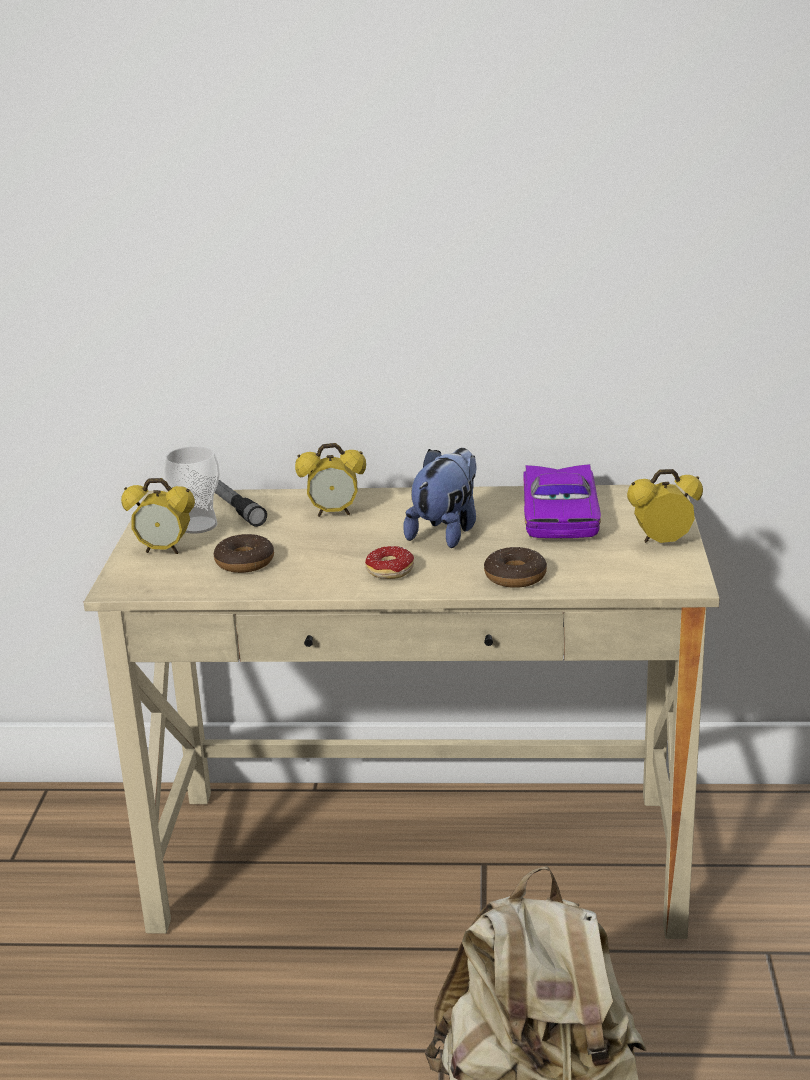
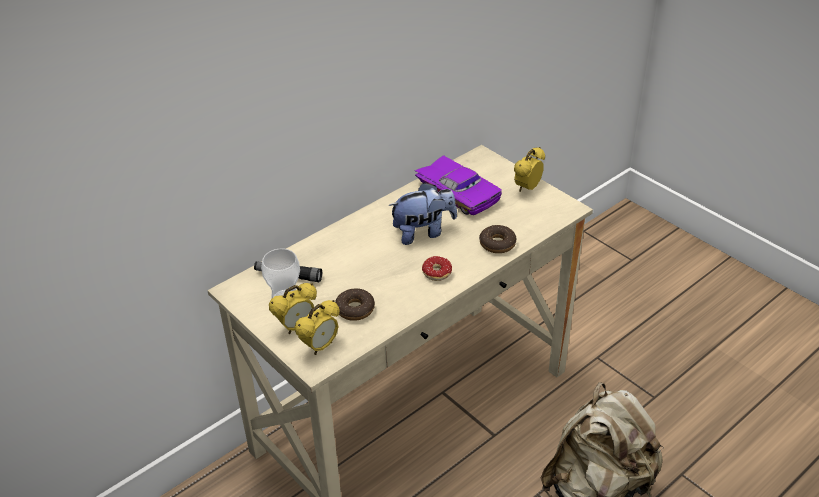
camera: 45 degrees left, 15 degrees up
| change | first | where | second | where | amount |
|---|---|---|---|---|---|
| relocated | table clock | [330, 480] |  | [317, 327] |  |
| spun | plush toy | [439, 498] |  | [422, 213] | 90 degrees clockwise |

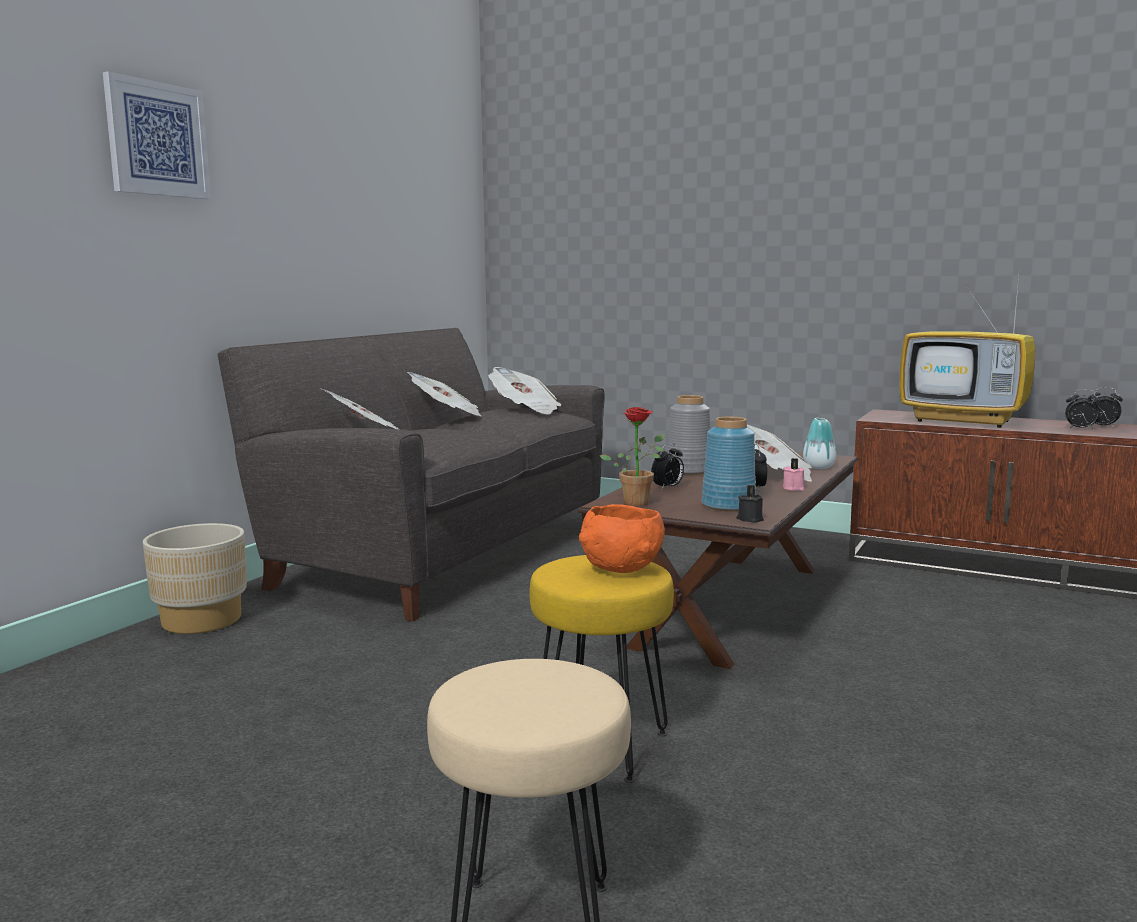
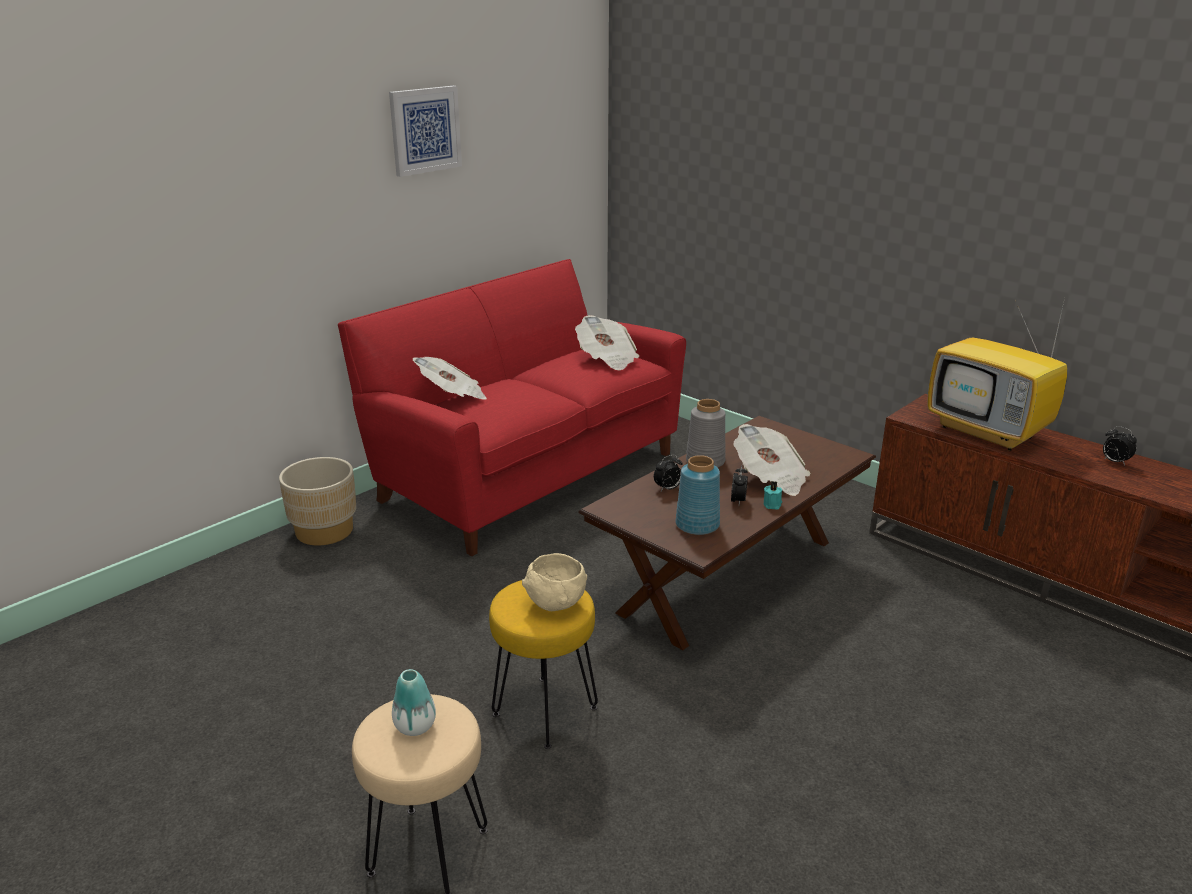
camera: 15 degrees right, 15 degrees up
| change | first | where | second | where | amount |
|---|---|---|---|---|---|
| missing | newspaper | [444, 394] |  |  |  |
| missing | potted plant | [632, 456] |  |  |  |
| missing | candle/black | [750, 504] |  |  |  |
| missing | table clock | [1083, 409] |  |  |  |
| relocated | picture | [157, 135] |  | [425, 131] |  |
| relocated | flower vase | [819, 443] |  | [414, 702] |  |
| colour | settee/greyish | [411, 475] | settee/red | [512, 407] |  |
| colour | deep dish/orangey | [622, 538] | deep dish/sand-coloured | [554, 582] |  |
| colour | candle/pink-coloured | [793, 474] | candle/turquoise | [773, 495] |  |

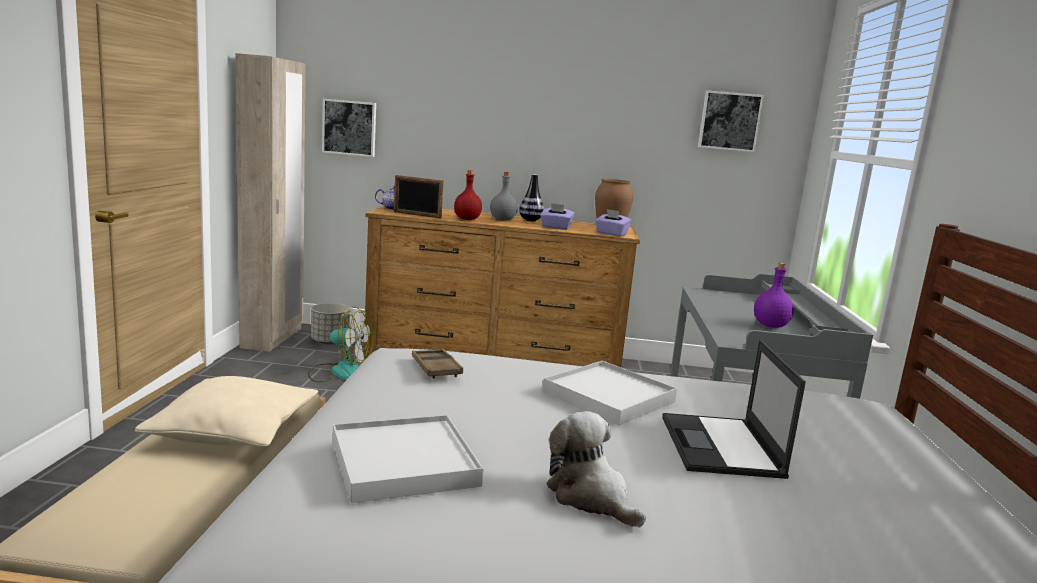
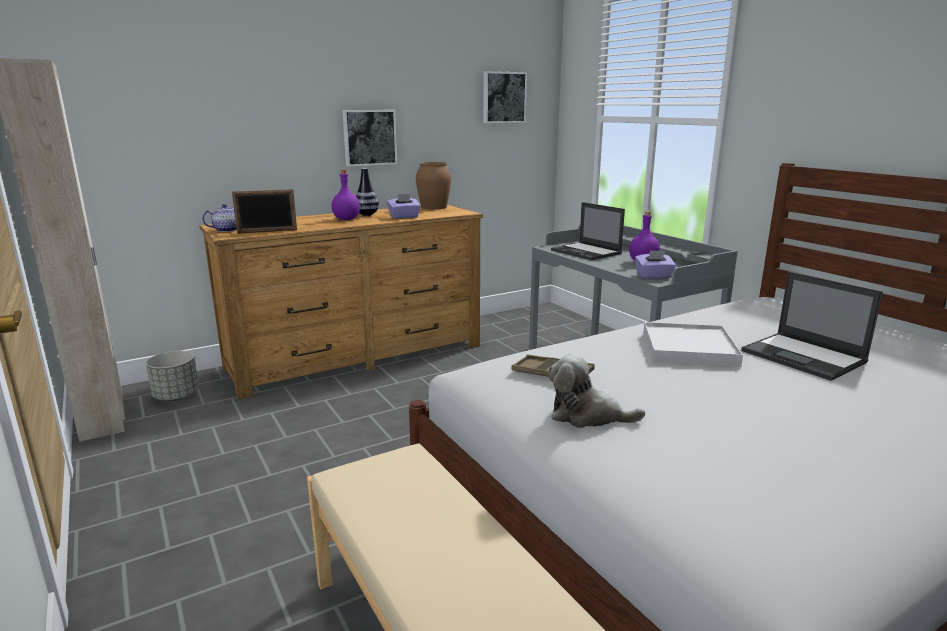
camera: 35 degrees left, 5 degrees up
| change | first | where | second | where | amount |
|---|---|---|---|---|---|
| missing | cushion/sand-coloured | [226, 411] |  |  |  |
| missing | cooling fan | [340, 344] |  |  |  |
| missing | carrying tray/whitish | [408, 459] |  |  |  |
| missing | drink bottle/red | [468, 195] |  |  |  |
| appeared |  |  | portable computer | [588, 231] |  |
| relocated | picture | [349, 128] |  | [369, 138] |  |
| relocated | plush toy | [596, 469] |  | [596, 390] |  |
| relocated | box of tissues/purplish | [613, 222] |  | [655, 264] |  |
| colour | drink bottle/greyish | [504, 196] | drink bottle/purplish | [345, 195] |  |

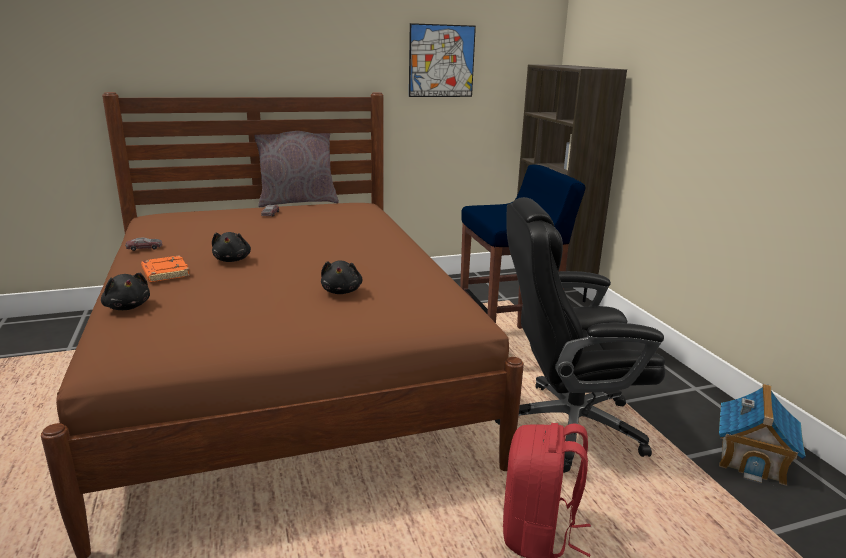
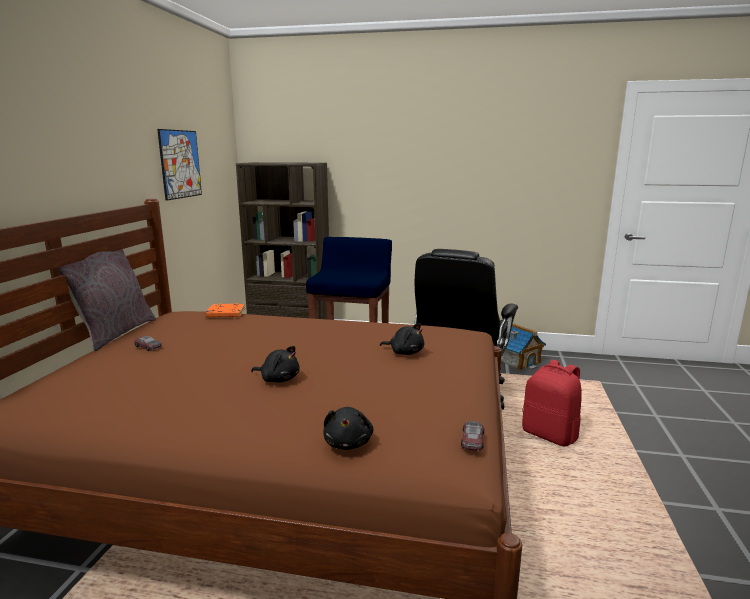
camera: 60 degrees left, 5 degrees down
| change | first | where | second | where | amount |
|---|---|---|---|---|---|
| relocated | model car | [144, 244] |  | [472, 436] |  |
| relocated | book/orangey | [165, 268] |  | [225, 310] |  |
| spun | plush toy/black | [125, 291] |  | [348, 428] | 105 degrees clockwise |

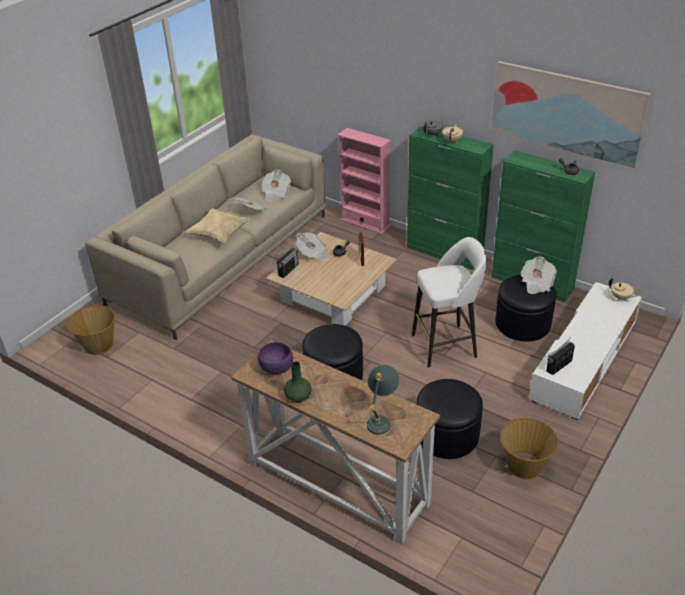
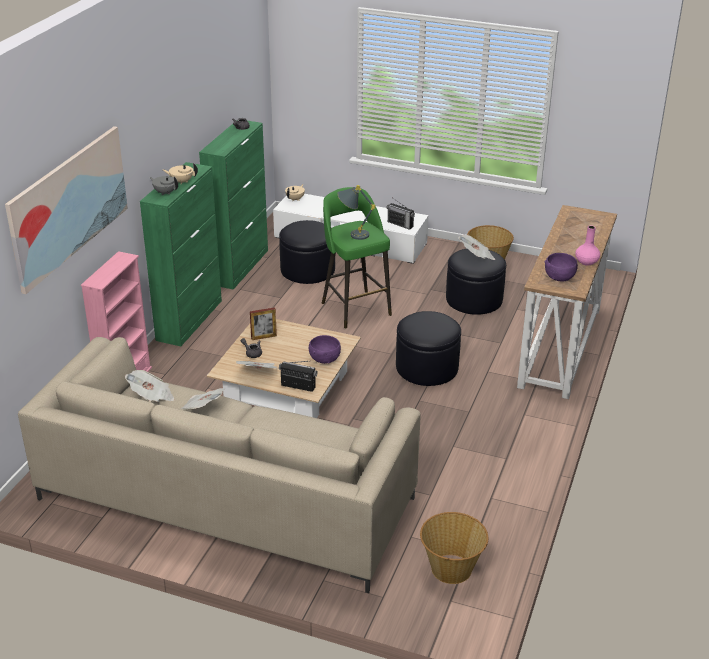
camera: 105 degrees left, 5 degrees down
| change | first | where | second | where | amount |
|---|---|---|---|---|---|
| missing | cushion/sand-coloured | [217, 225] |  |  |  |
| appeared |  |  | deep dish/purplish | [325, 349] |  |
| relocated | table lamp/greyish | [383, 400] |  | [356, 212] |  |
| relocated | picture | [571, 114] |  | [66, 210] |  |
| relocated | newspaper | [539, 275] |  | [476, 247] |  |
| colour | flower vase/green-coloured | [298, 381] | flower vase/pink-coloured | [587, 246] |  |
| colour | sitting stool/whitish | [449, 302] | sitting stool/green-coloured | [357, 257] |  |

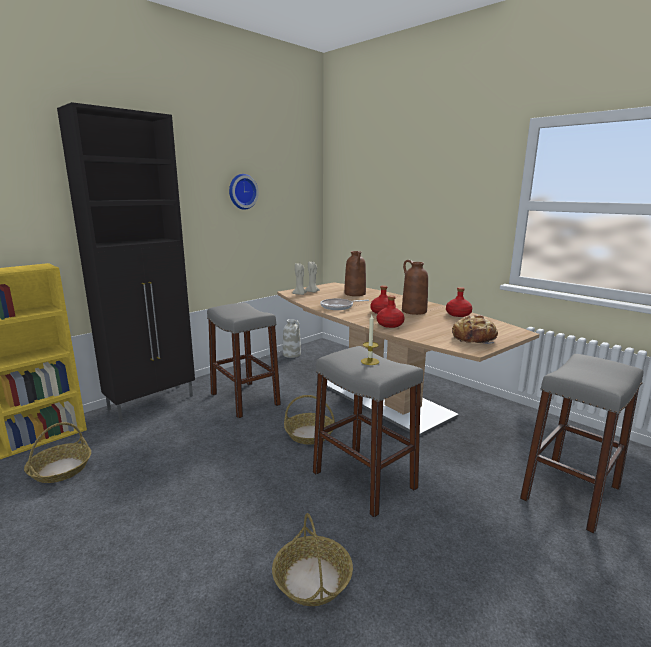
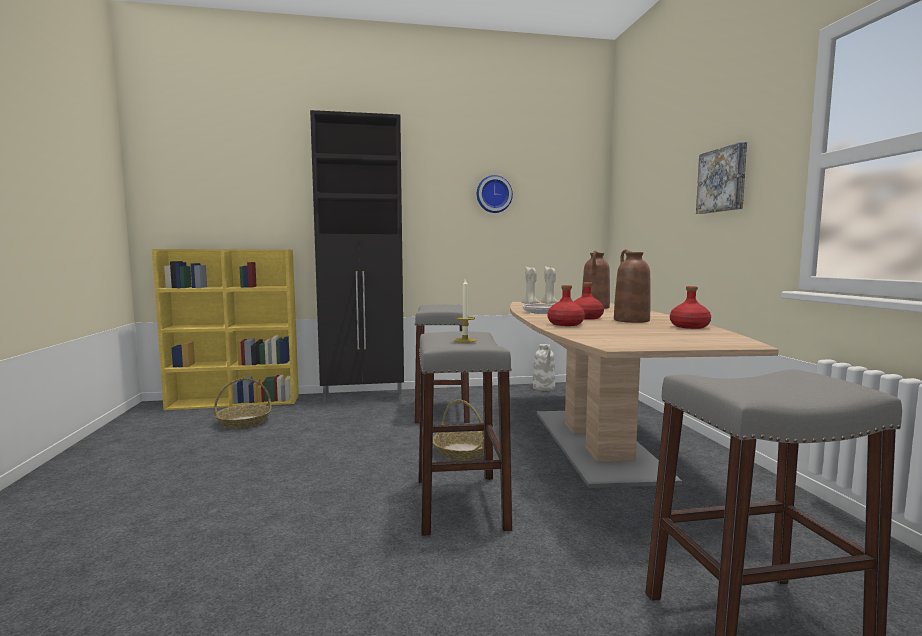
camera: 35 degrees right, 10 degrees down
| change | first | where | second | where | amount |
|---|---|---|---|---|---|
| missing | basket | [312, 559] |  |  |  |
| missing | bread | [475, 329] |  |  |  |
| appeared |  |  | picture | [721, 178] |  |

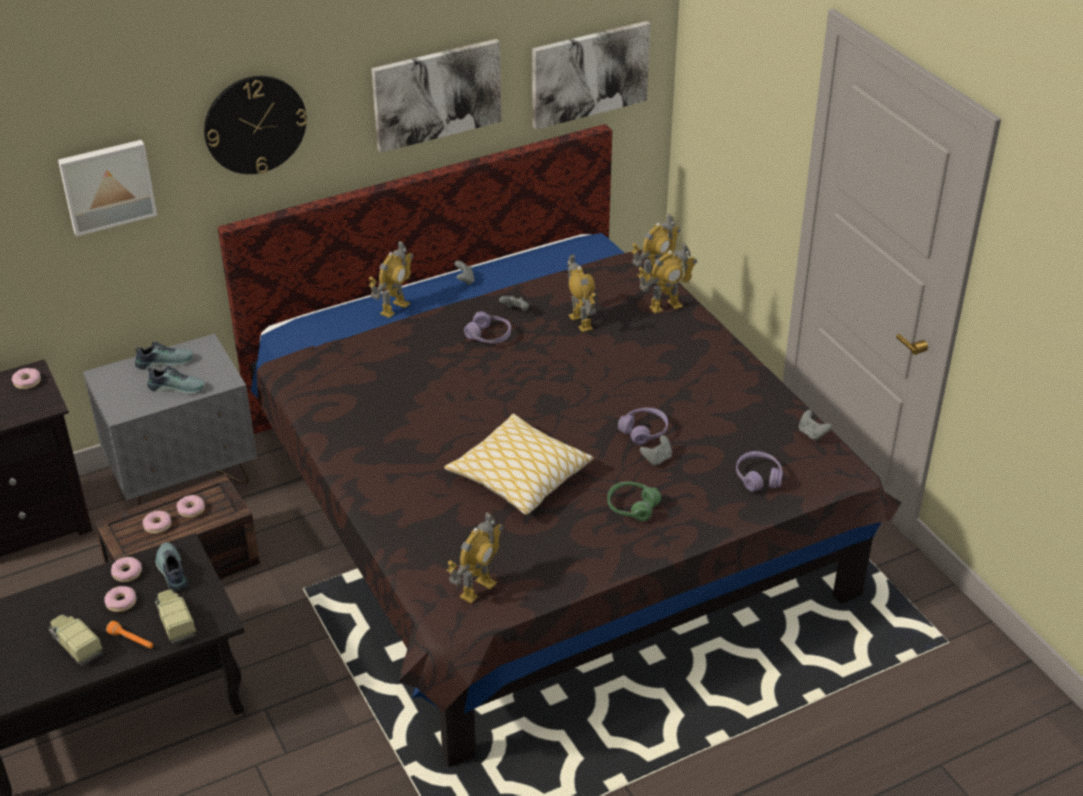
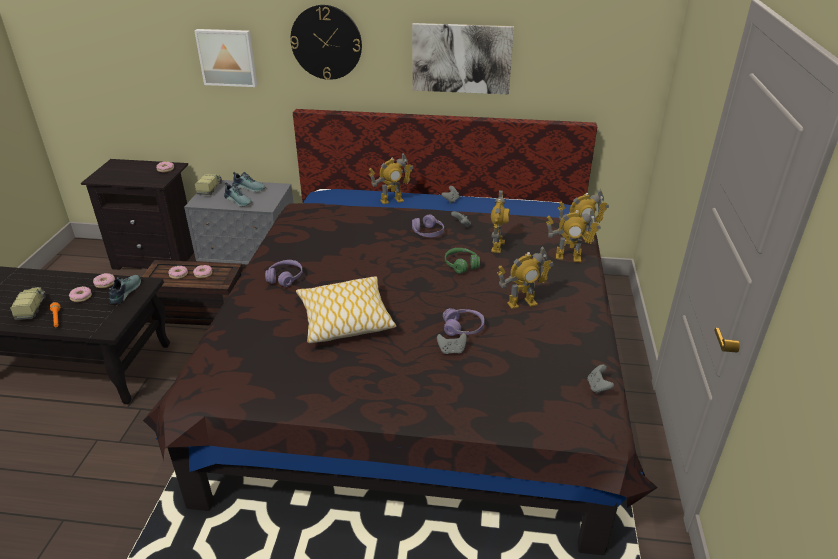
camera: 35 degrees right, 5 degrees down
| change | first | where | second | where | amount |
|---|---|---|---|---|---|
| missing | picture | [591, 75] |  |  |  |
| relocated | toy truck | [175, 617] |  | [208, 184] |  |
| relocated | model robot | [475, 557] |  | [525, 277] |  |
| relocated | pair of headphones/green-coloured | [634, 501] |  | [462, 261] |  |
| relocated | pair of headphones/purplish | [759, 471] |  | [284, 273] |  |

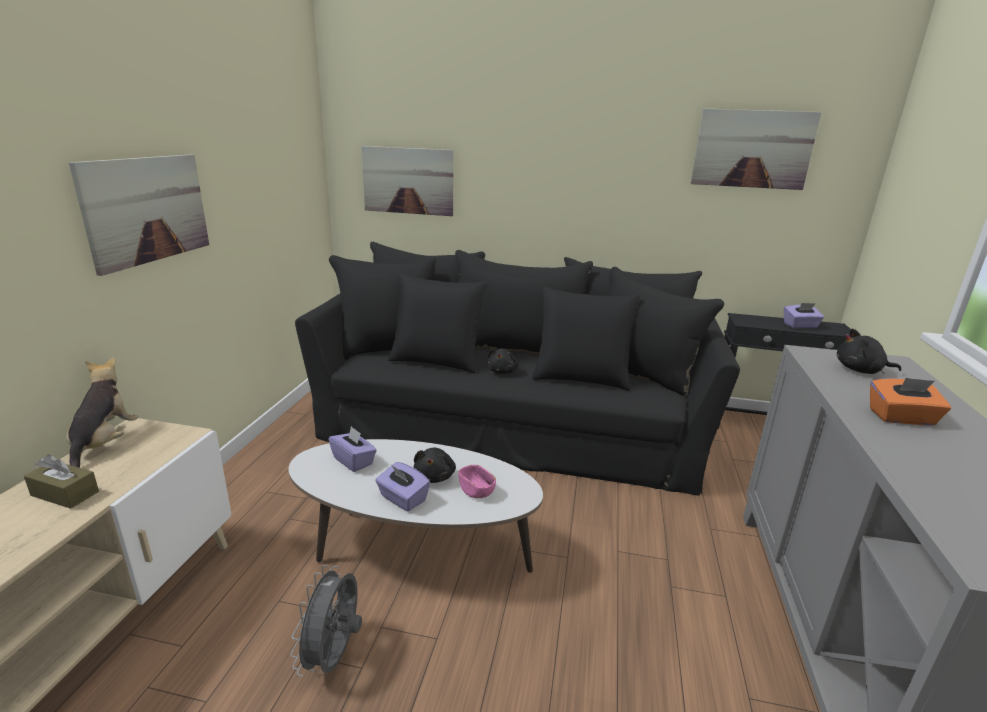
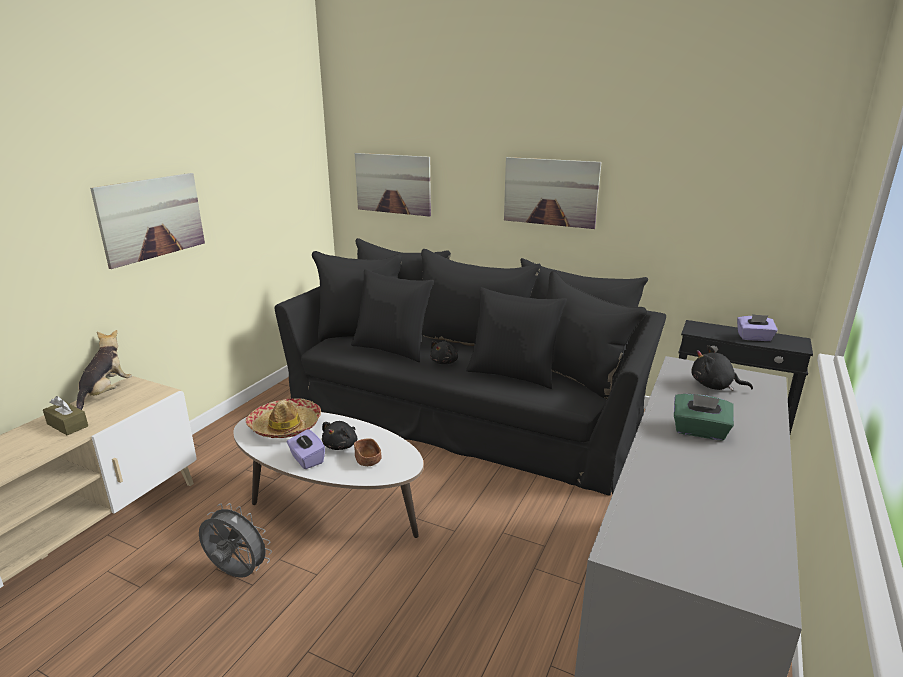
camera: 15 degrees right, 0 degrees up
| change | first | where | second | where | amount |
|---|---|---|---|---|---|
| relocated | picture | [756, 149] |  | [552, 193] |  |
| exchanged | box of tissues/purplish | [353, 449] | wearable hat | [283, 418] |  |
| colour | deep dish/pink-coloured | [477, 481] | deep dish/brown | [368, 452] |  |
| colour | box of tissues/orangey | [910, 402] | box of tissues/green-coloured | [704, 417] |  |
| spun | cooling fan/greyish | [326, 621] |  | [235, 540] | 90 degrees clockwise |

